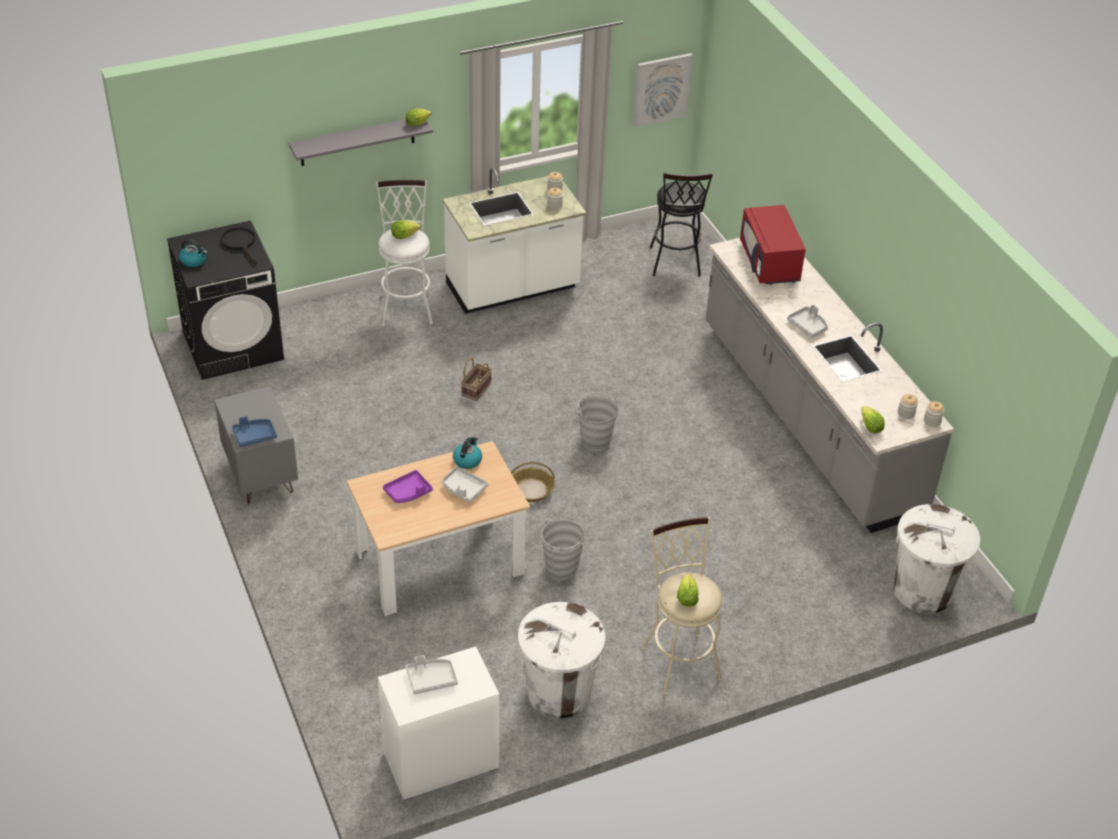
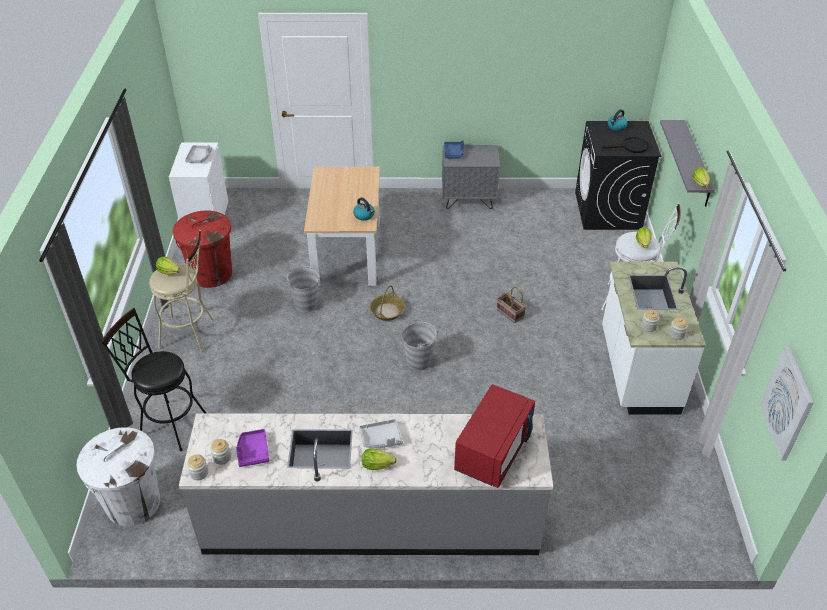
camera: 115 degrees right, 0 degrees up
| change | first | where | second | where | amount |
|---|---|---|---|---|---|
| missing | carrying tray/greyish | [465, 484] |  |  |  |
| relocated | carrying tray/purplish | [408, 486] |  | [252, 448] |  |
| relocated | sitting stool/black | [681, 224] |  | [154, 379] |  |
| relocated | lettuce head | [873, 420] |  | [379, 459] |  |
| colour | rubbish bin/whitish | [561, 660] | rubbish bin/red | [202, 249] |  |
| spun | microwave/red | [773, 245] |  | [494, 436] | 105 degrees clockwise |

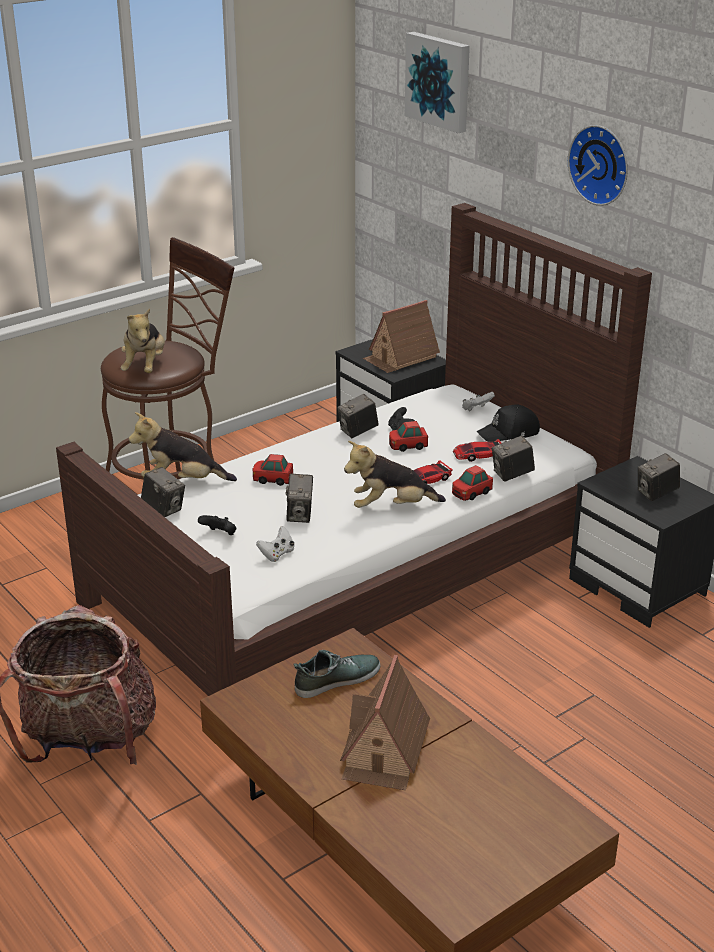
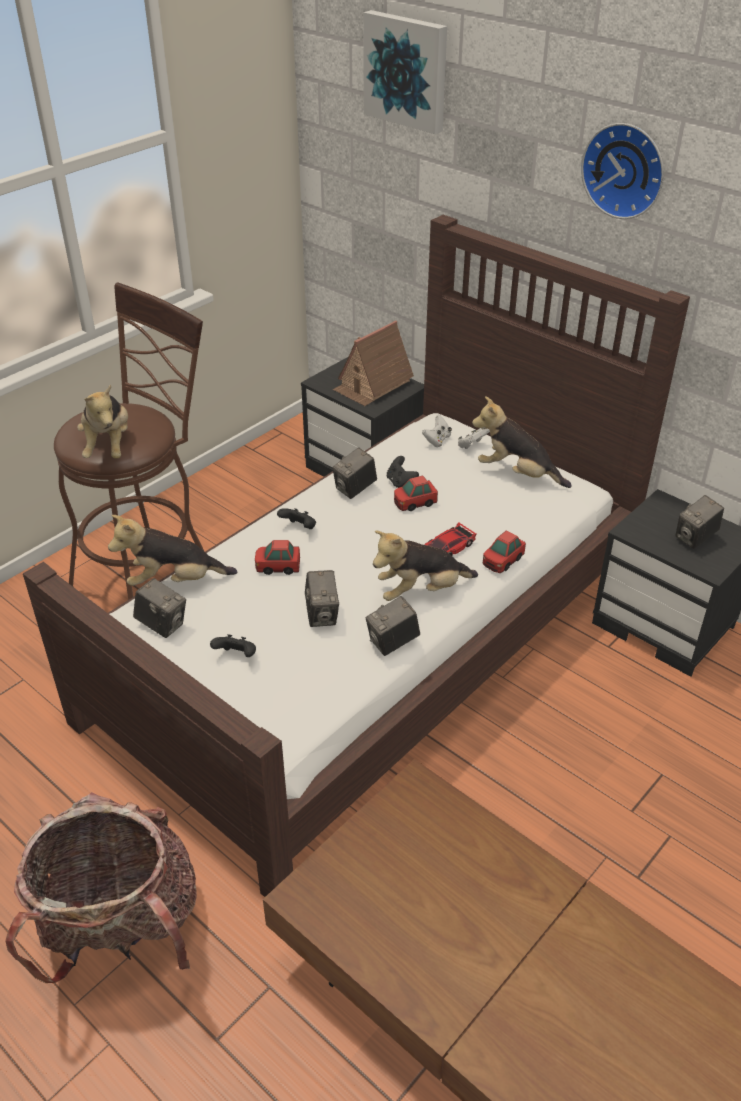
camera: 10 degrees left, 10 degrees up
| change | first | where | second | where | amount |
|---|---|---|---|---|---|
| missing | low shoe | [336, 674] |  |  |  |
| missing | toy house | [385, 722] |  |  |  |
| missing | model car | [477, 450] |  |  |  |
| appeared |  |  | gamepad/black | [296, 518] |  |
| relocated | gamepad/whitish | [275, 544] |  | [437, 431] |  |
| relocated | still camera | [513, 458] |  | [393, 626] |  |
| exchanged | cap/black | [508, 423] | plush toy | [522, 442] |  |

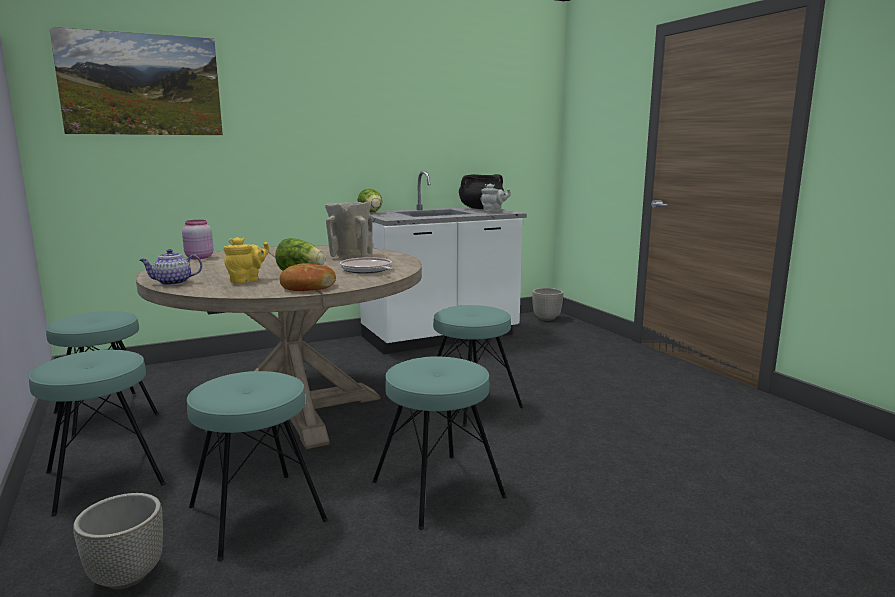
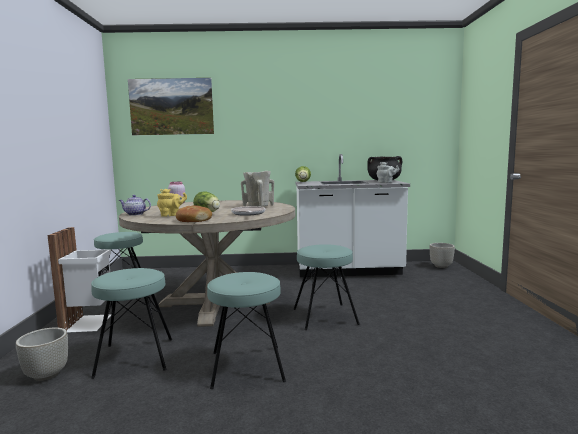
camera: 25 degrees right, 5 degrees down
| change | first | where | second | where | amount |
|---|---|---|---|---|---|
| exchanged | sitting stool/turquoise | [97, 433] | rubbish bin/whitish | [79, 280] |  |

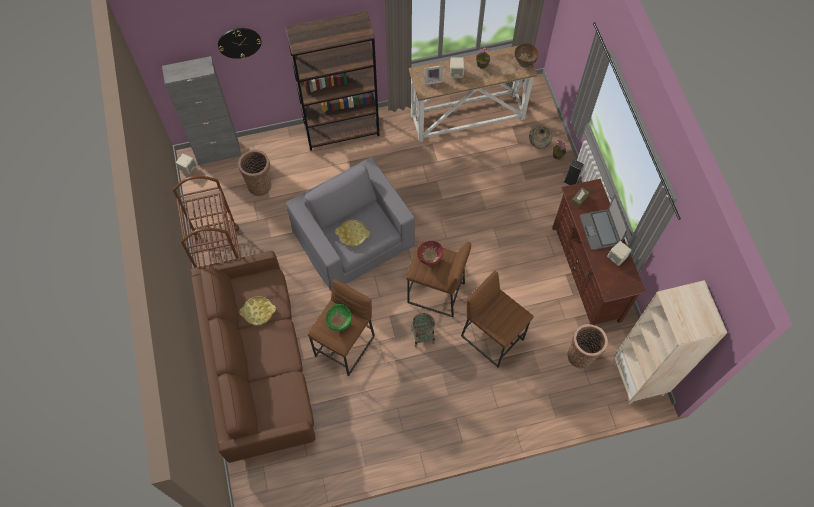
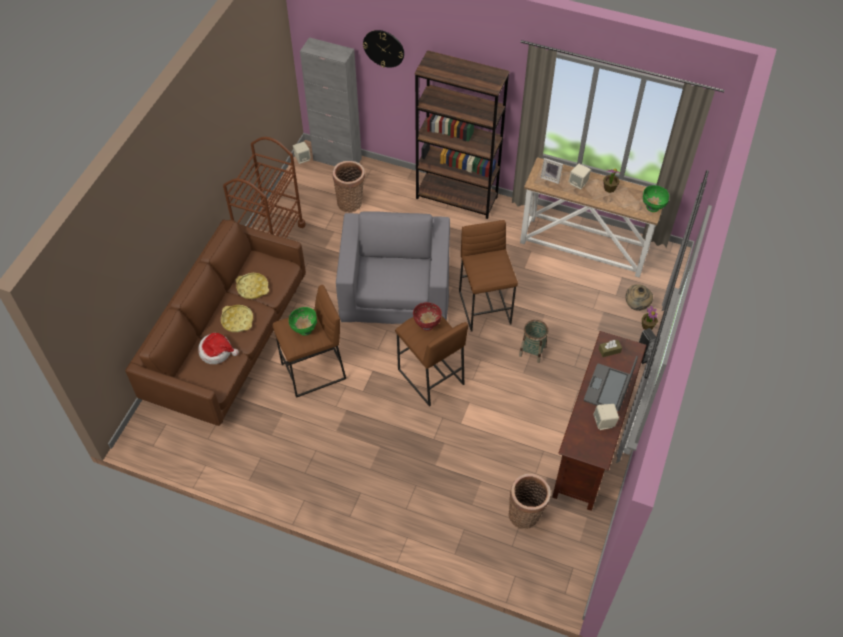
camera: 35 degrees right, 10 degrees down
| change | first | where | second | where | amount |
|---|---|---|---|---|---|
| missing | shelving unit/sand-coloured | [670, 342] |  |  |  |
| appeared |  |  | wearable hat | [218, 348] |  |
| relocated | carrying tray/yellowish | [352, 233] |  | [237, 318] |  |
| relocated | basket | [423, 330] |  | [533, 341] |  |
| relocated | sitting stool/brown | [497, 319] |  | [488, 275] |  |
| colour | deep dish/brown | [527, 55] | deep dish/green-coloured | [656, 198] |  |

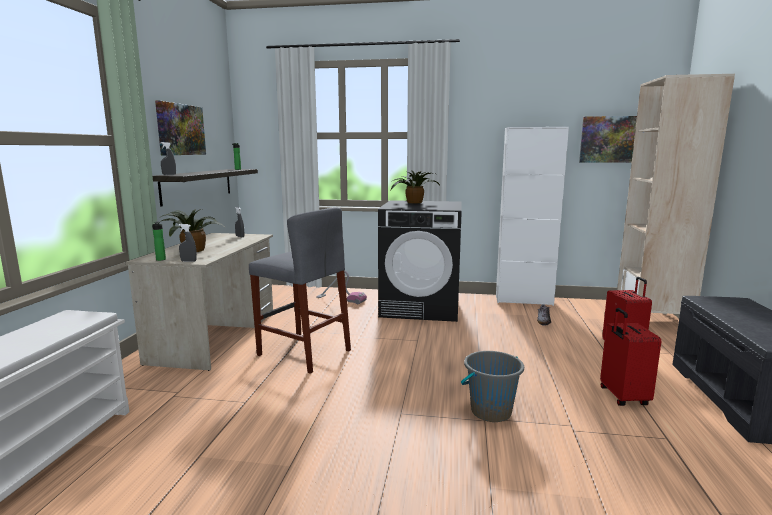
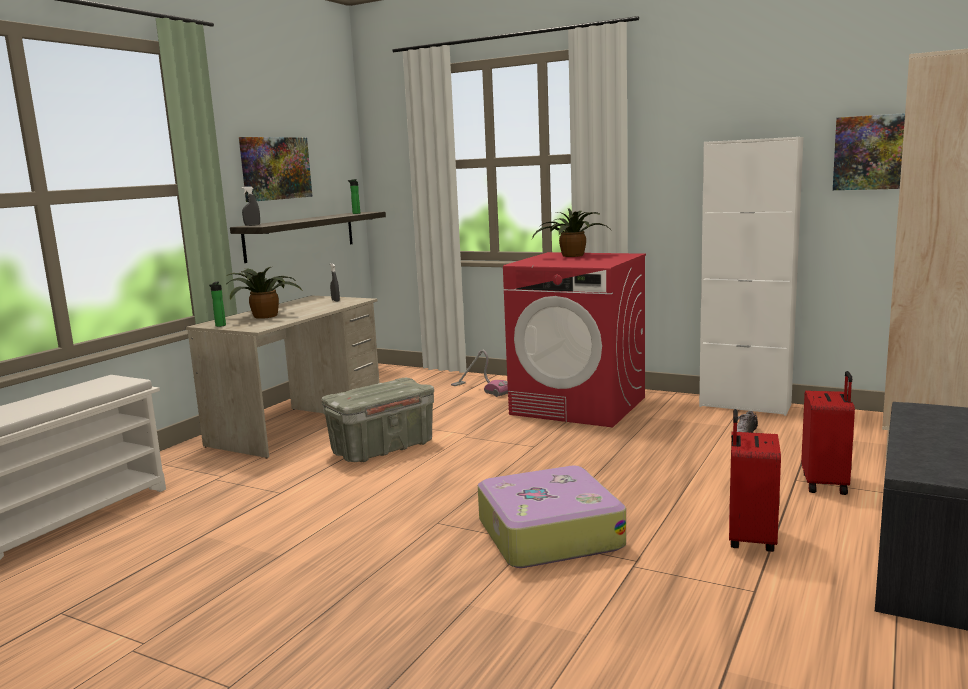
camera: 20 degrees right, 0 degrees up
| change | first | where | second | where | amount |
|---|---|---|---|---|---|
| missing | hand sprayer/greyish | [188, 243] |  |  |  |
| exchanged | sitting stool/greyish | [300, 290] | storage container/greyish | [377, 420] |  |
| exchanged | pail/greyish | [492, 386] | travel case | [552, 517] |  |
| colour | washing machine/black | [420, 261] | washing machine/red | [574, 339] |  |

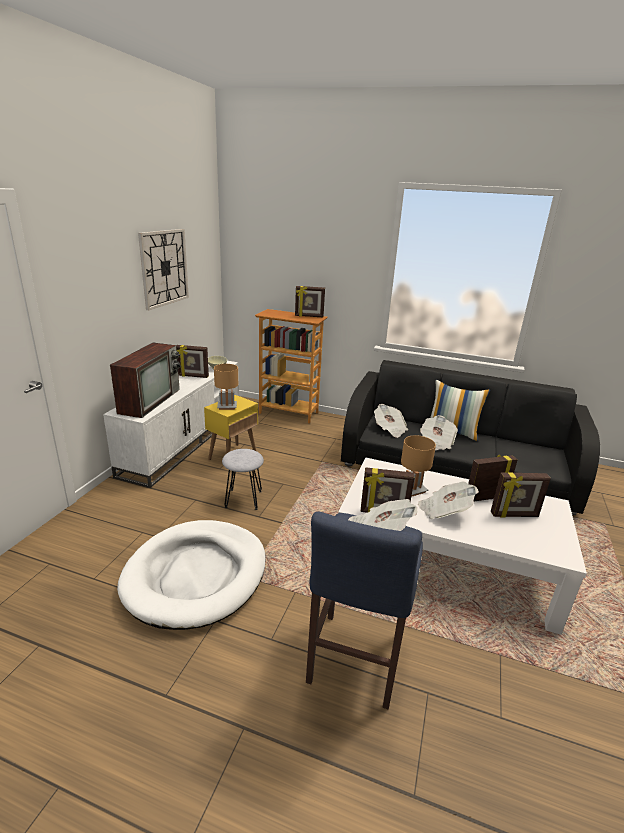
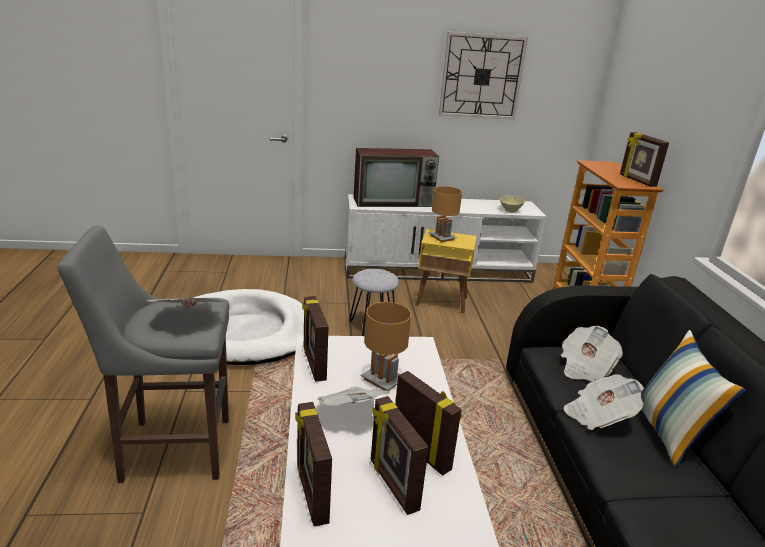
camera: 65 degrees right, 0 degrees up
| change | first | where | second | where | amount |
|---|---|---|---|---|---|
| relocated | standing frame | [192, 361] |  | [313, 464] |  |
| colour | sitting stool/bluish | [364, 610] | sitting stool/greyish | [143, 354] |  |

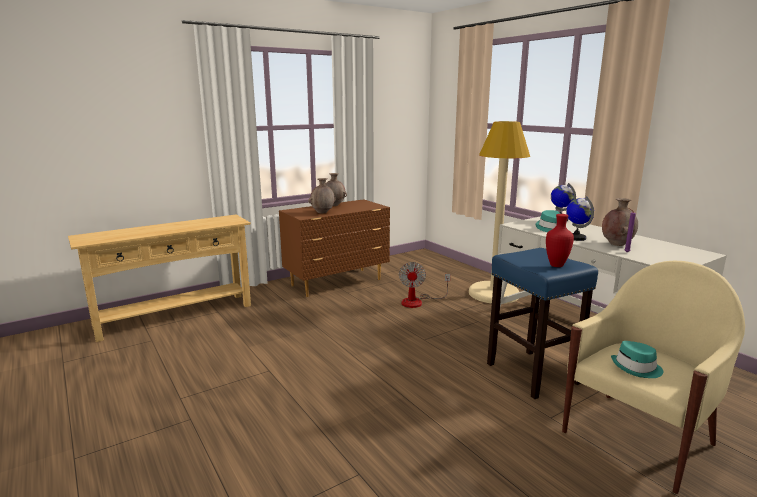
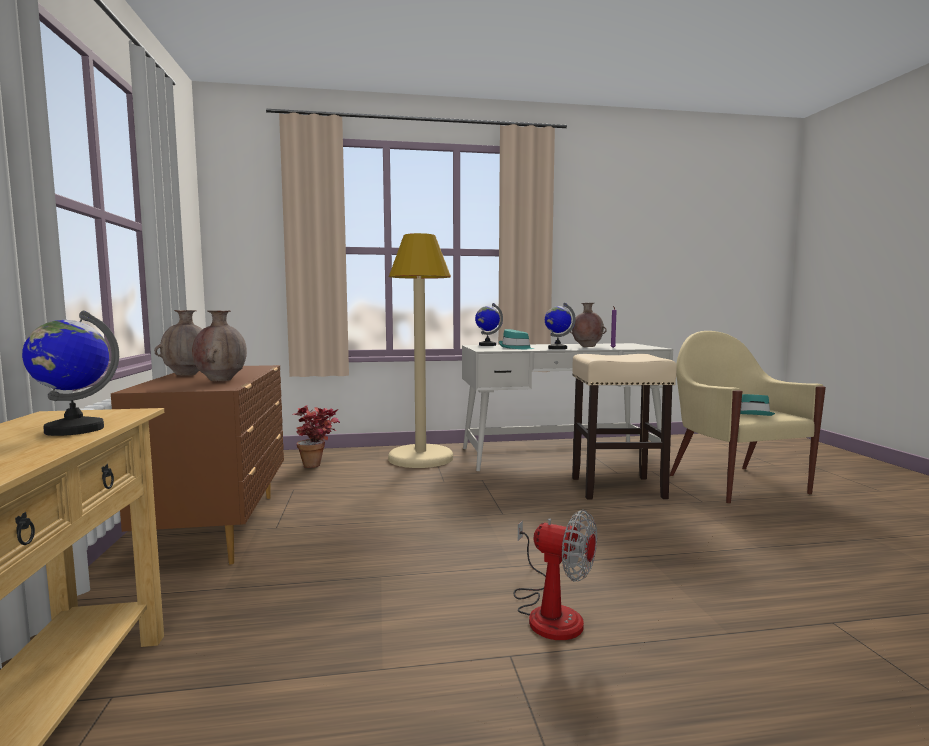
camera: 65 degrees left, 10 degrees down
| change | first | where | second | where | amount |
|---|---|---|---|---|---|
| missing | flower vase/red | [560, 240] |  |  |  |
| appeared |  |  | world globe | [70, 373] |  |
| appeared |  |  | potted plant | [316, 436] |  |
| relocated | cooling fan | [424, 285] |  | [555, 575] |  |
| colour | sitting stool/bluish | [542, 323] | sitting stool/sand-coloured | [624, 426] |  |

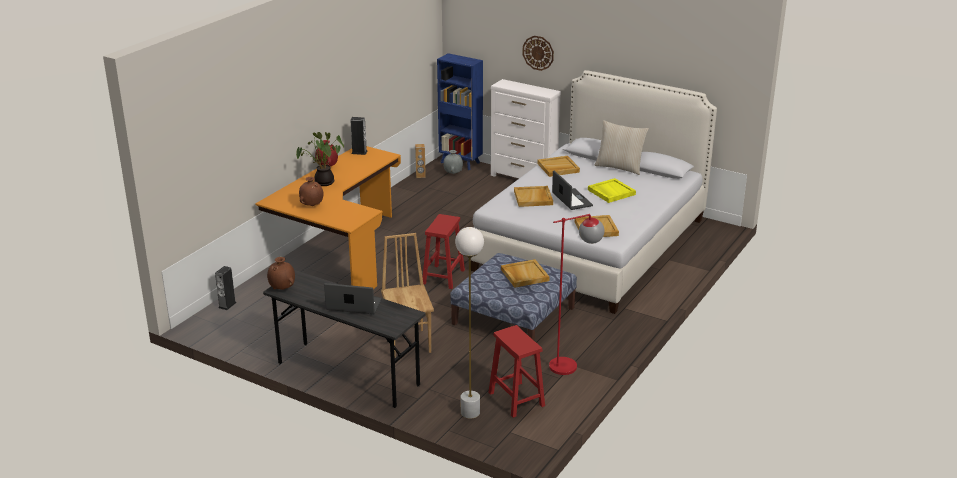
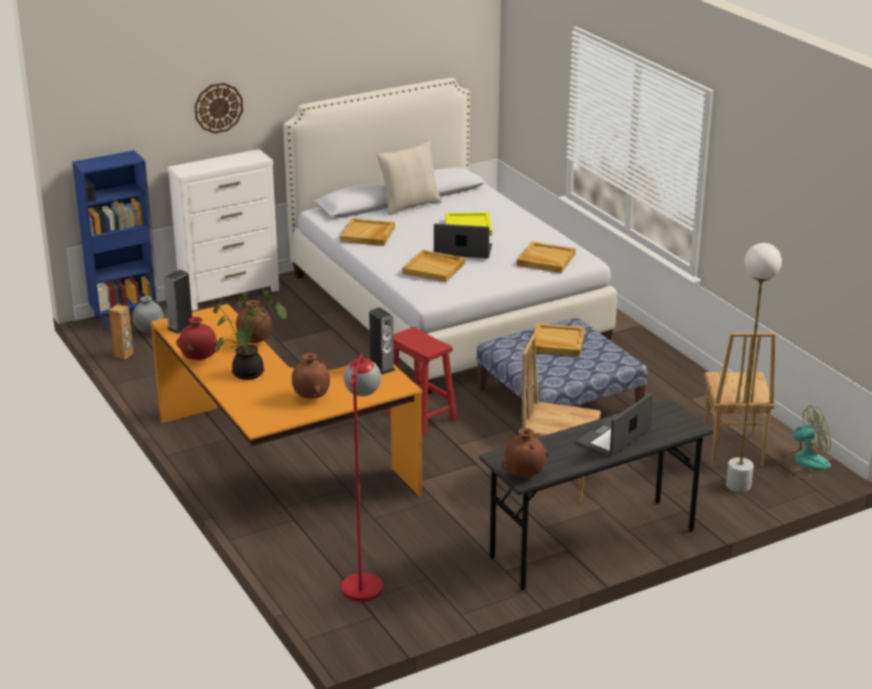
camera: 60 degrees left, 0 degrees up
| change | first | where | second | where | amount |
|---|---|---|---|---|---|
| appeared |  |  | flower vase/brown | [254, 321] |  |
| appeared |  |  | cooling fan | [804, 443] |  |
| relocated | speaker | [226, 288] |  | [382, 341] |  |
| relocated | standard lamp/red | [577, 294] |  | [362, 478] |  |
| exchanged | sitting stool/red | [516, 371] | plain chair/brown | [740, 399] |  |

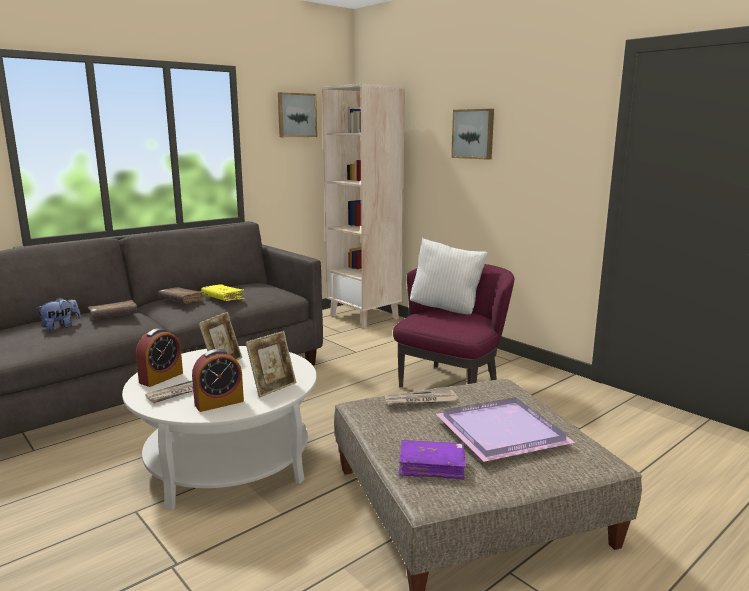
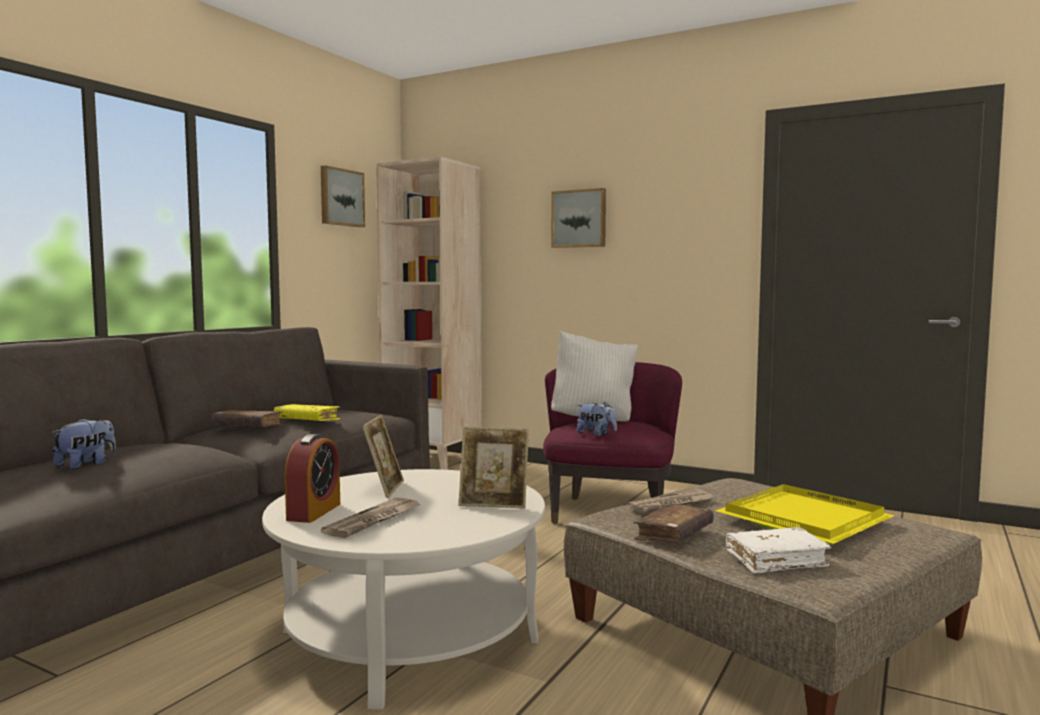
camera: 20 degrees left, 10 degrees down
| change | first | where | second | where | amount |
|---|---|---|---|---|---|
| missing | table clock | [218, 380] |  |  |  |
| appeared |  |  | plush toy | [597, 419] |  |
| relocated | book/brown | [112, 310] |  | [673, 523] |  |
| colour | book/purplish | [432, 460] | book/whitish | [778, 550] |  |
| colour | carrying tray/purplish | [505, 429] | carrying tray/yellowish | [805, 514] |  |
| spun | standing frame | [271, 364] |  | [494, 468] | 75 degrees clockwise |

